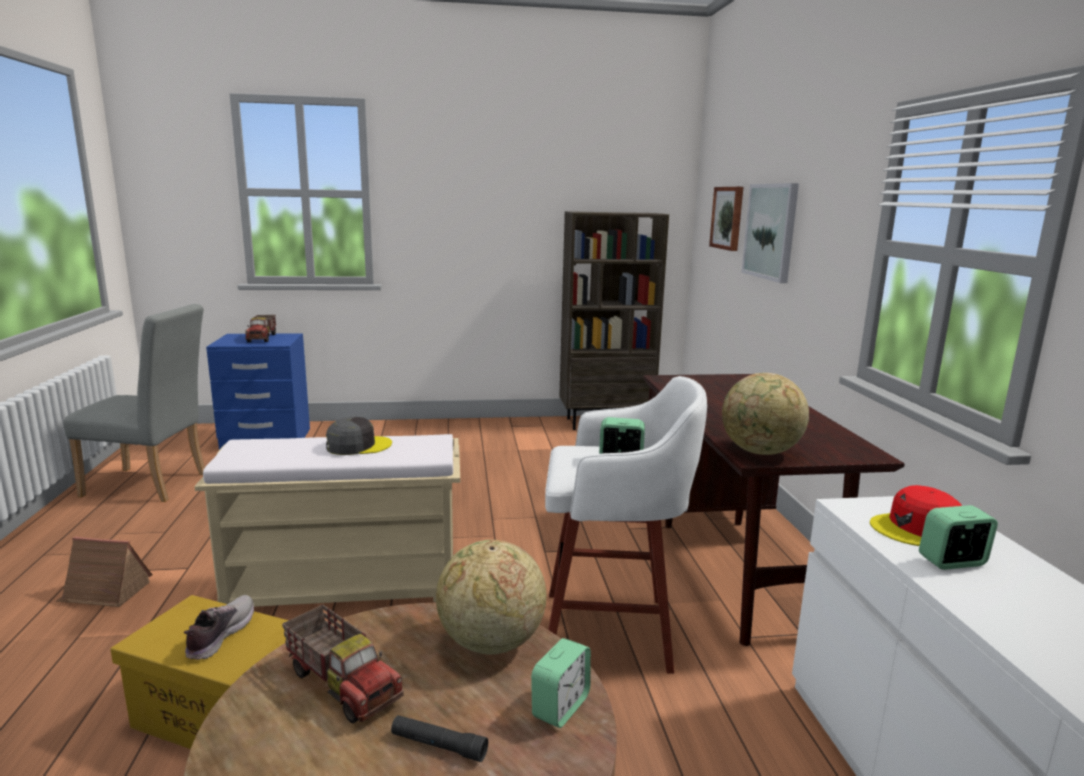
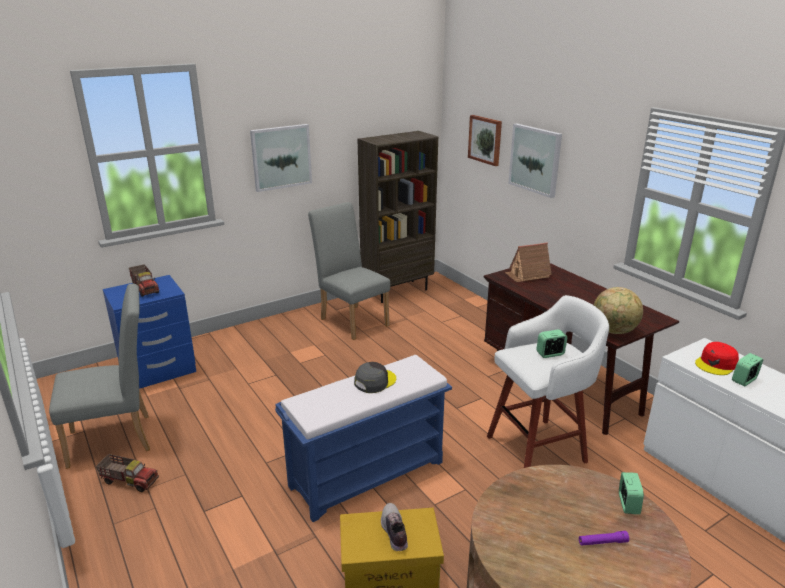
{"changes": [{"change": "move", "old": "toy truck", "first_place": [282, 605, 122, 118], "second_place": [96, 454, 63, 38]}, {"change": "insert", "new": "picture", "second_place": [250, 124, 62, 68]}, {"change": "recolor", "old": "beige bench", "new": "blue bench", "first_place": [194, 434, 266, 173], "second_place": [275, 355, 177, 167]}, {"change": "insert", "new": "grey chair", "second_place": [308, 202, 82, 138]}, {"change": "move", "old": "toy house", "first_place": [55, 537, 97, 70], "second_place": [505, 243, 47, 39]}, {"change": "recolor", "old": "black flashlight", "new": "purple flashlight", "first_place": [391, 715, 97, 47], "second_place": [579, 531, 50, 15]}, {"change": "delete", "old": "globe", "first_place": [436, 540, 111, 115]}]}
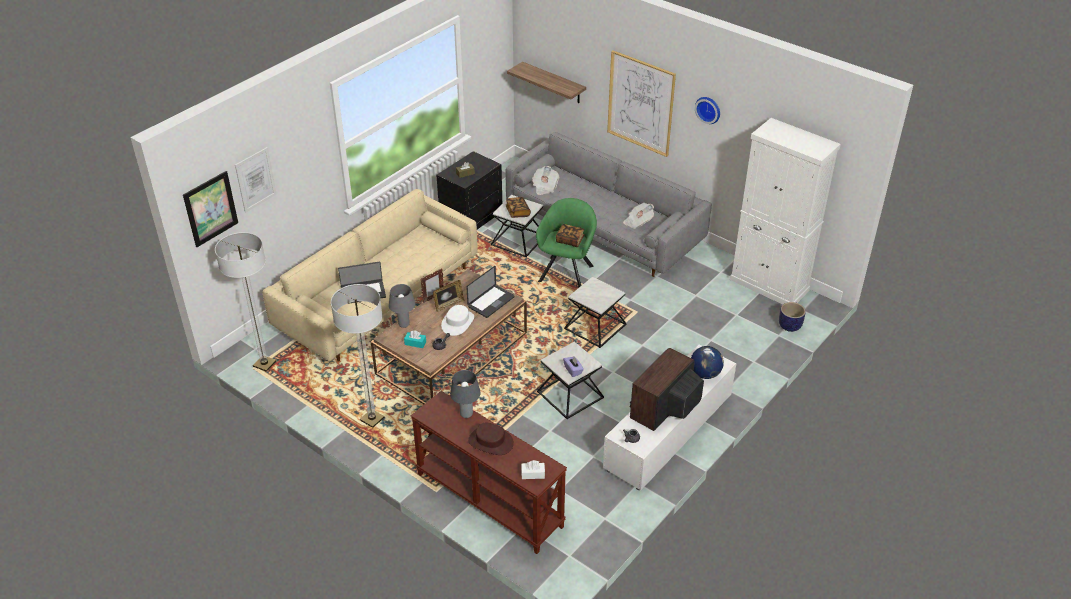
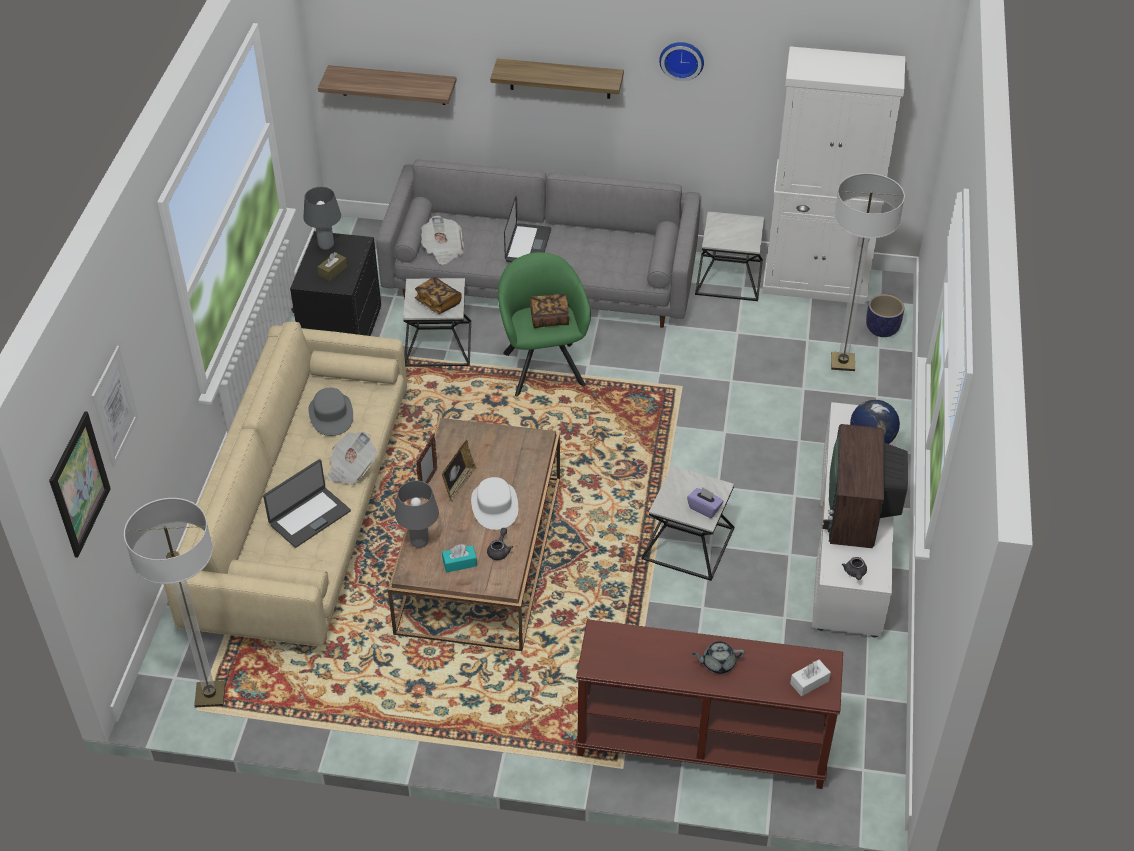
{"changes": [{"change": "move", "old": "grey table lamp", "first_place": [450, 370, 31, 48], "second_place": [303, 187, 38, 63]}, {"change": "insert", "new": "grey hat", "second_place": [308, 388, 45, 48]}, {"change": "move", "old": "newspaper", "first_place": [623, 203, 31, 26], "second_place": [327, 432, 50, 53]}, {"change": "replace", "old": "picture", "new": "shelf", "first_place": [607, 51, 69, 106], "second_place": [490, 59, 134, 40]}, {"change": "move", "old": "laptop", "first_place": [466, 266, 49, 52], "second_place": [504, 196, 47, 66]}, {"change": "replace", "old": "brown hat", "new": "grey teapot", "first_place": [468, 423, 46, 32], "second_place": [692, 641, 53, 33]}, {"change": "move", "old": "side table", "first_place": [564, 277, 63, 71], "second_place": [695, 211, 69, 90]}, {"change": "move", "old": "floor lamp", "first_place": [331, 284, 54, 144], "second_place": [831, 173, 74, 198]}]}
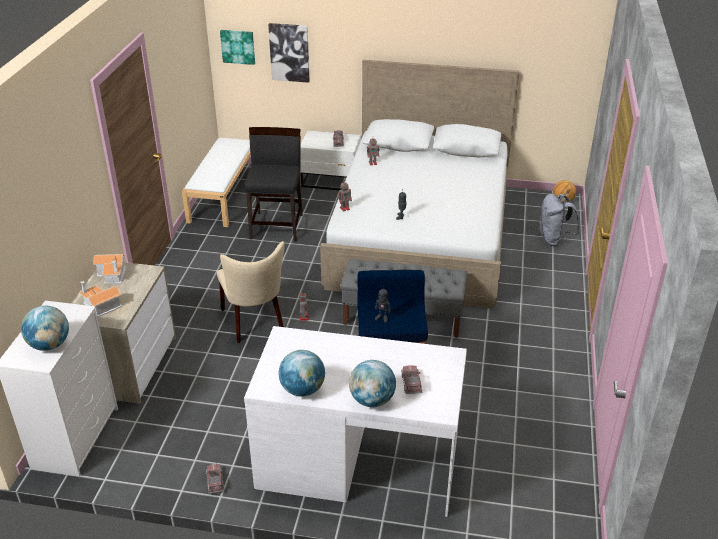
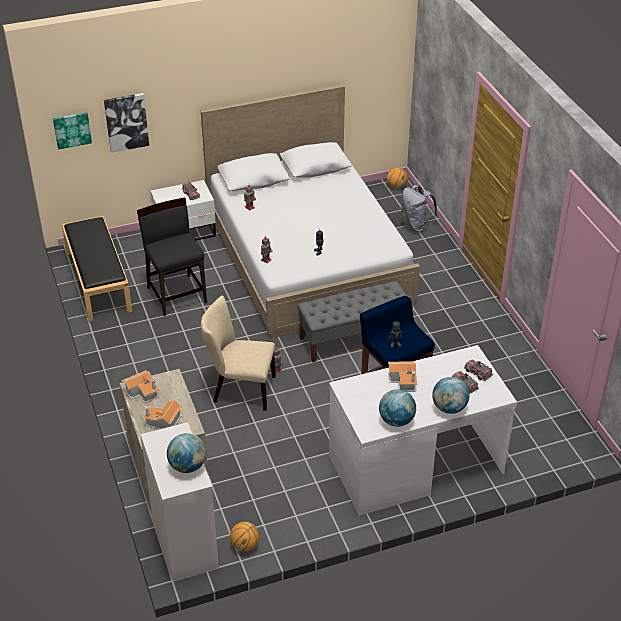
{"changes": [{"change": "recolor", "old": "white bench", "new": "black bench", "first_place": [182, 138, 69, 89], "second_place": [62, 216, 70, 105]}, {"change": "rotate", "old": "beige chair", "first_place": [217, 241, 68, 102], "second_place": [201, 296, 75, 115], "degrees": 150}, {"change": "insert", "new": "basketball", "second_place": [230, 522, 29, 29]}, {"change": "insert", "new": "toy house", "second_place": [388, 361, 29, 31]}, {"change": "move", "old": "toy truck", "first_place": [206, 464, 18, 30], "second_place": [464, 359, 29, 22]}]}
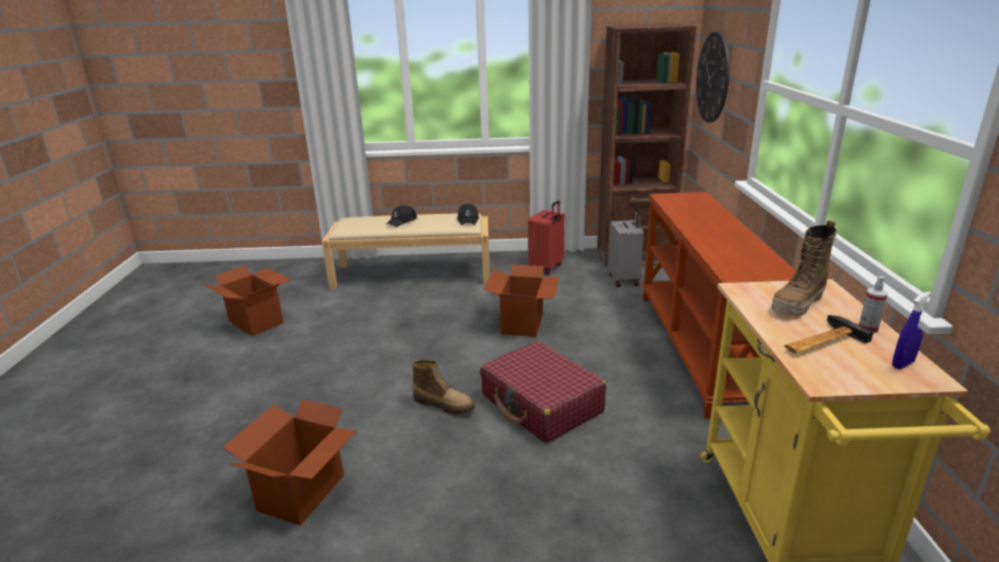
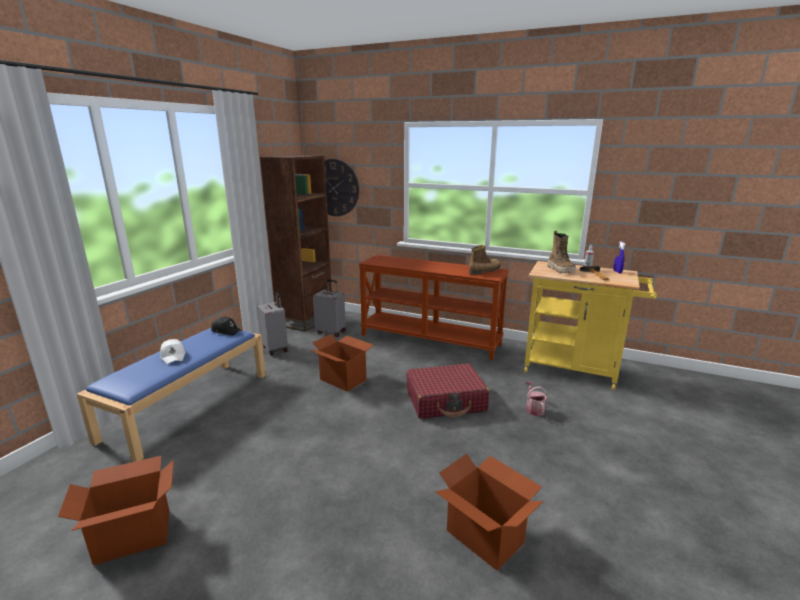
{"changes": [{"change": "recolor", "old": "beige bench", "new": "blue bench", "first_place": [322, 213, 168, 76], "second_place": [77, 328, 189, 134]}, {"change": "recolor", "old": "black cap", "new": "white cap", "first_place": [387, 205, 30, 22], "second_place": [160, 339, 26, 25]}, {"change": "recolor", "old": "red suitcase", "new": "grey suitcase", "first_place": [528, 201, 37, 74], "second_place": [257, 292, 31, 64]}, {"change": "move", "old": "boot", "first_place": [412, 359, 63, 56], "second_place": [469, 245, 32, 30]}, {"change": "insert", "new": "watering can", "second_place": [525, 381, 22, 35]}]}
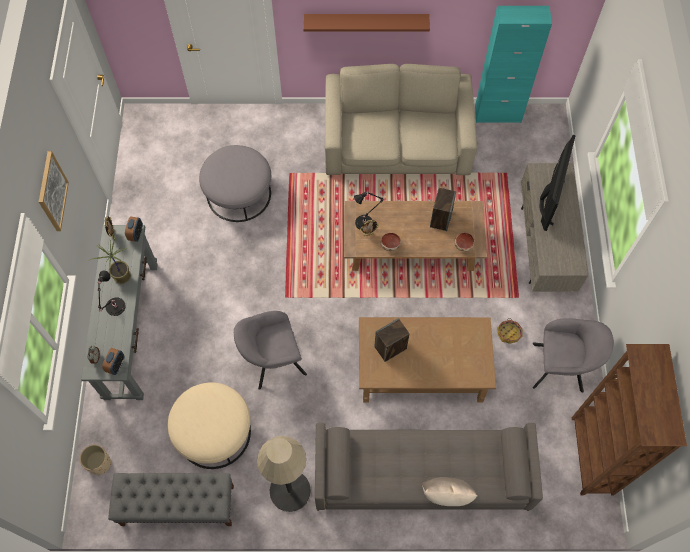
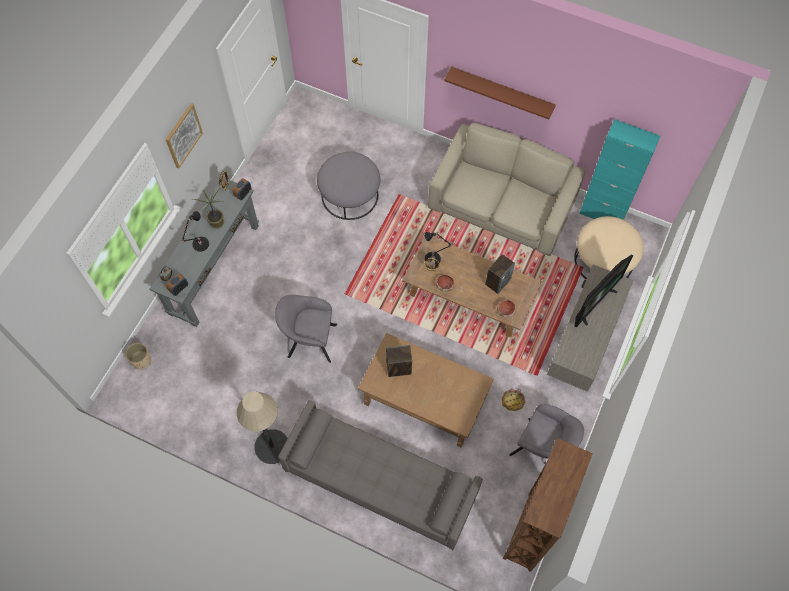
{"changes": [{"change": "move", "old": "beige ottoman", "first_place": [168, 382, 83, 87], "second_place": [574, 216, 70, 64]}, {"change": "delete", "old": "grey bench", "first_place": [108, 473, 126, 53]}, {"change": "delete", "old": "beige pillow", "first_place": [422, 477, 55, 29]}]}
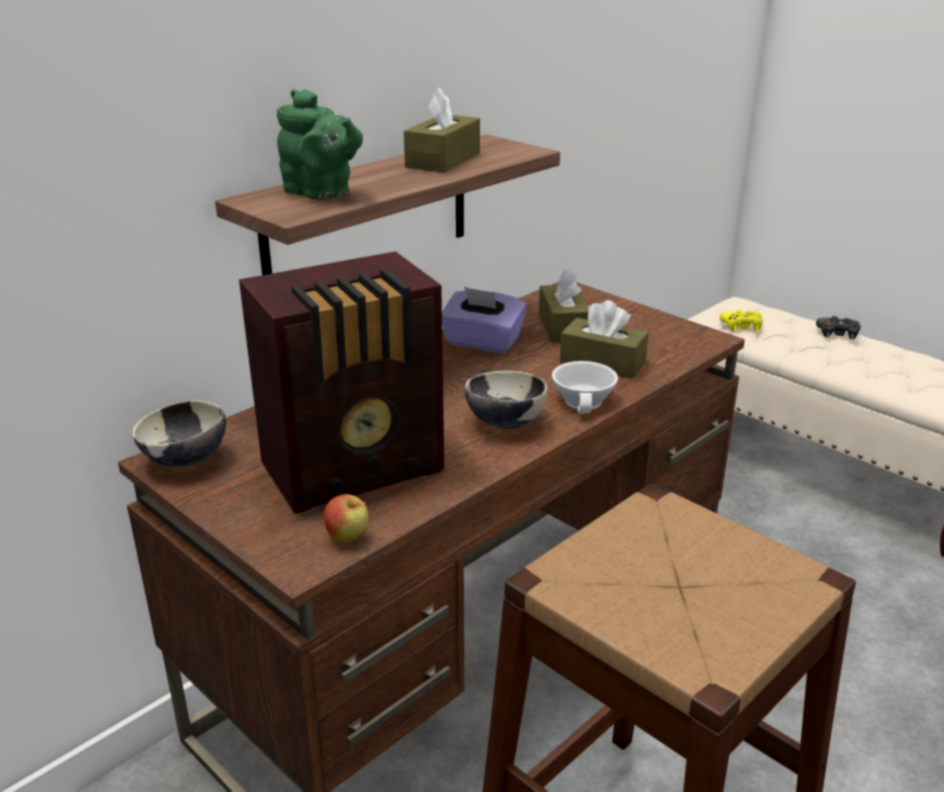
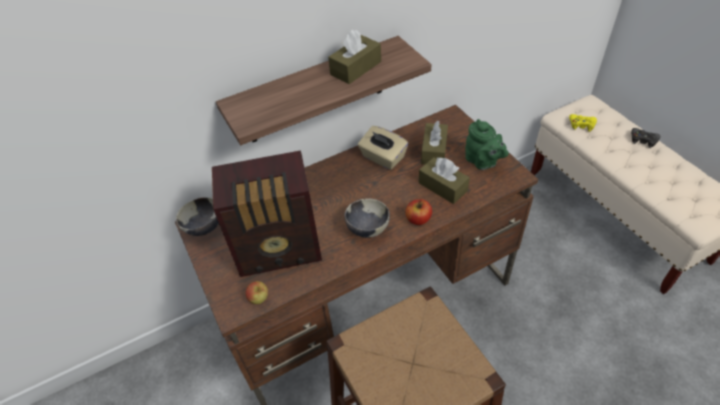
{"changes": [{"change": "recolor", "old": "purple tissue box", "new": "beige tissue box", "first_place": [442, 287, 85, 66], "second_place": [358, 126, 50, 44]}, {"change": "replace", "old": "white cup", "new": "apple", "first_place": [552, 361, 66, 53], "second_place": [405, 199, 27, 26]}, {"change": "move", "old": "green teapot", "first_place": [277, 89, 86, 111], "second_place": [465, 119, 44, 51]}]}
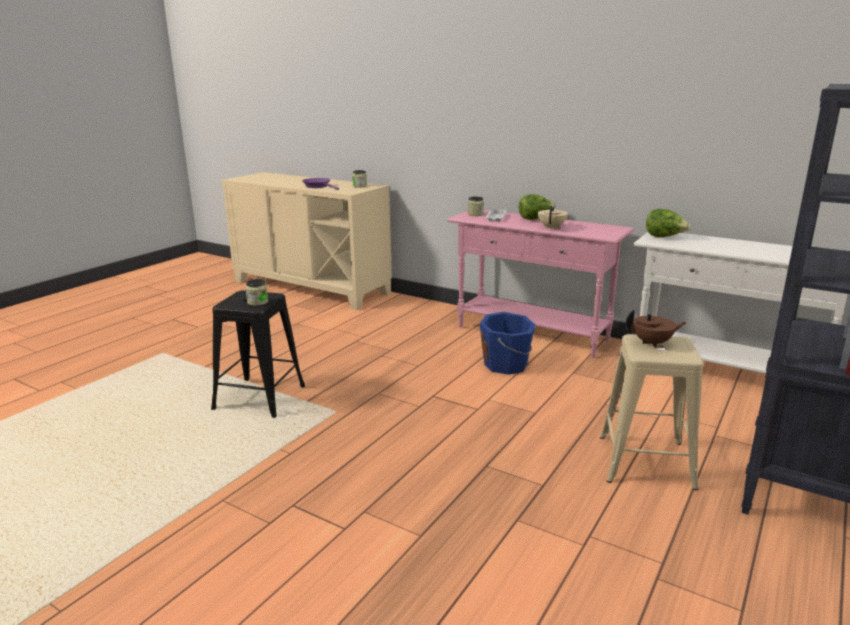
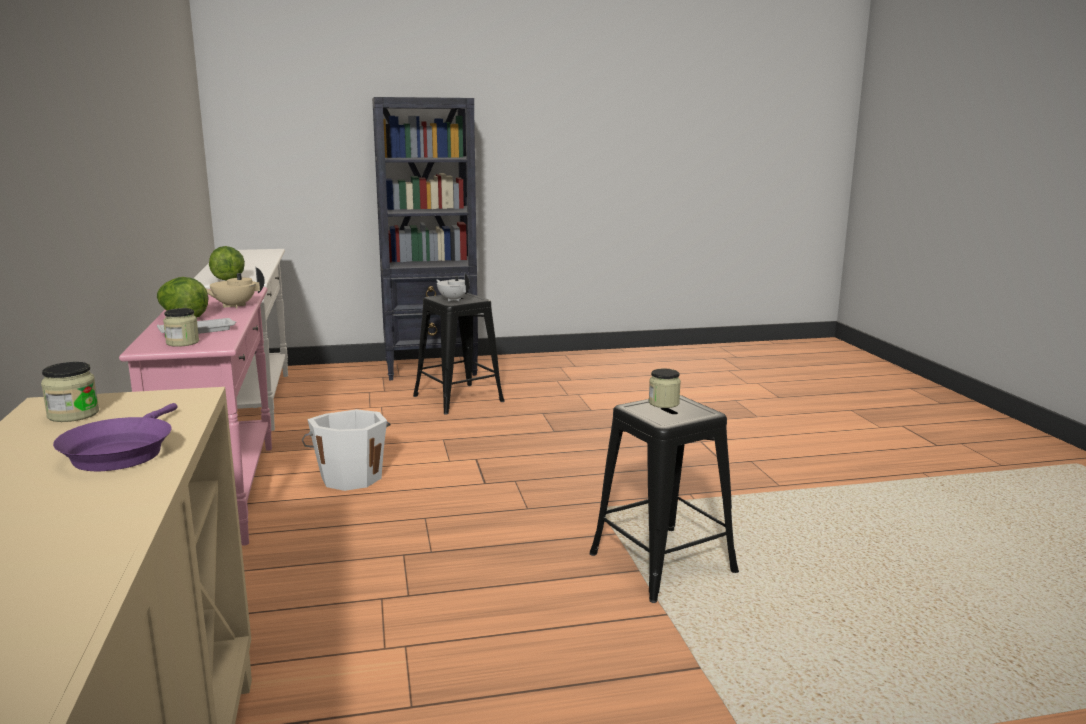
{"changes": [{"change": "recolor", "old": "blue bucket", "new": "white bucket", "first_place": [480, 312, 56, 63], "second_place": [302, 409, 89, 82]}, {"change": "recolor", "old": "beige stool", "new": "black stool", "first_place": [600, 334, 103, 156], "second_place": [413, 293, 92, 122]}, {"change": "recolor", "old": "brown teapot", "new": "white teapot", "first_place": [626, 310, 61, 38], "second_place": [437, 273, 33, 28]}]}
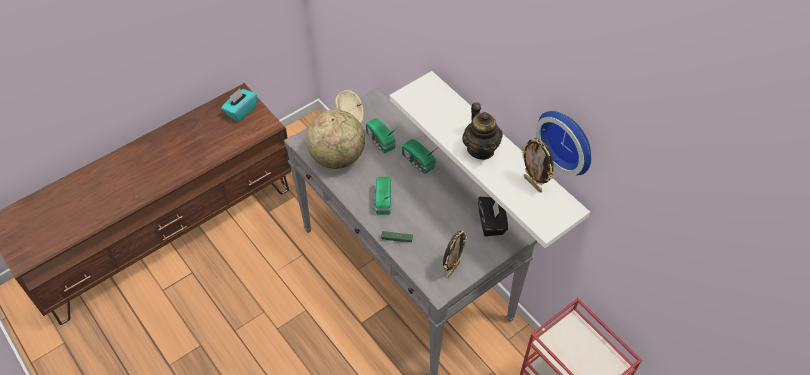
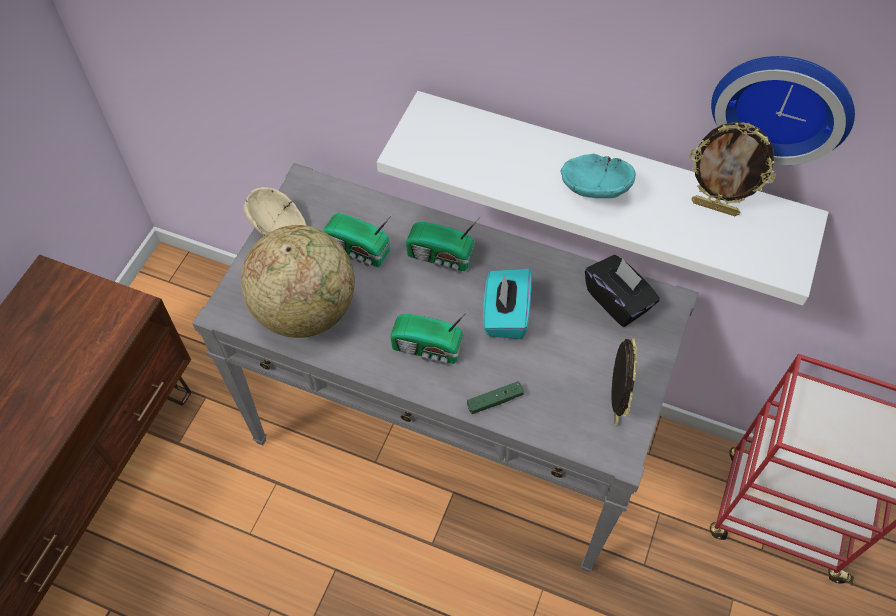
{"changes": [{"change": "rotate", "old": "radio", "first_place": [373, 177, 18, 37], "second_place": [390, 309, 79, 56], "degrees": -45}, {"change": "move", "old": "turquoise tissue box", "first_place": [221, 89, 36, 33], "second_place": [483, 269, 49, 70]}, {"change": "replace", "old": "teapot", "new": "turquoise bowl", "first_place": [462, 102, 41, 58], "second_place": [561, 154, 75, 44]}]}
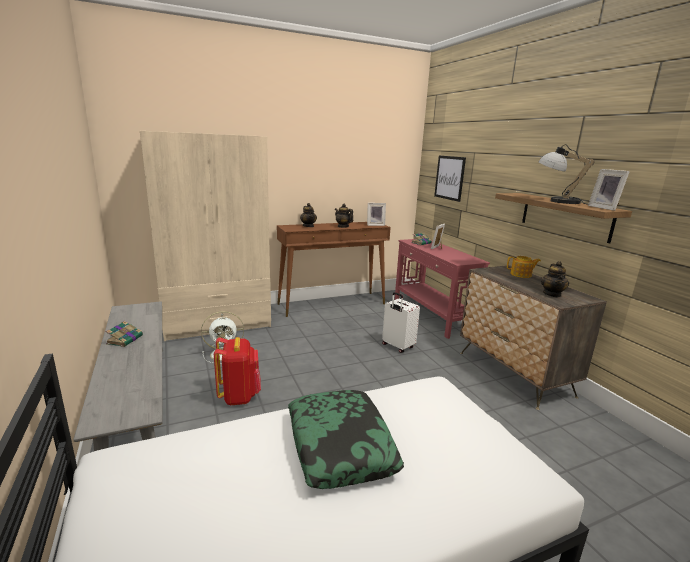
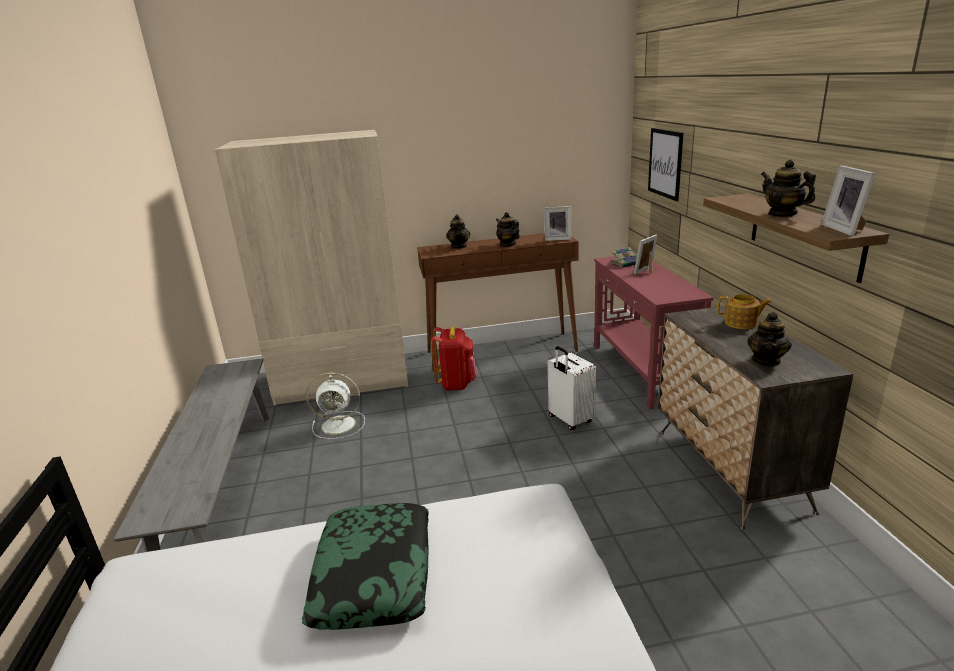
{"changes": [{"change": "move", "old": "red backpack", "first_place": [214, 337, 47, 68], "second_place": [431, 326, 45, 65]}, {"change": "replace", "old": "table lamp", "new": "teapot", "first_place": [538, 144, 57, 61], "second_place": [761, 160, 55, 57]}, {"change": "delete", "old": "book", "first_place": [106, 321, 37, 26]}]}
